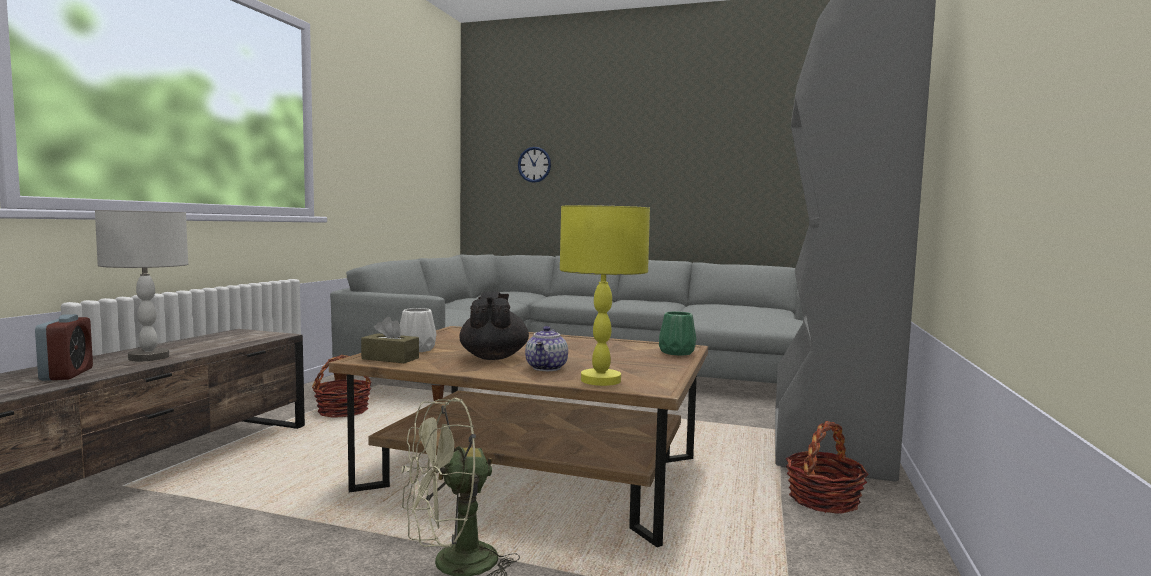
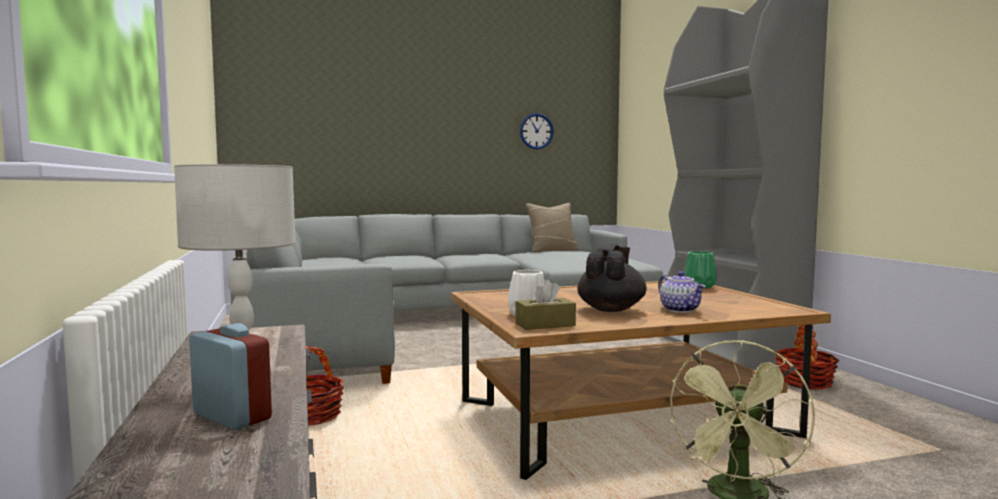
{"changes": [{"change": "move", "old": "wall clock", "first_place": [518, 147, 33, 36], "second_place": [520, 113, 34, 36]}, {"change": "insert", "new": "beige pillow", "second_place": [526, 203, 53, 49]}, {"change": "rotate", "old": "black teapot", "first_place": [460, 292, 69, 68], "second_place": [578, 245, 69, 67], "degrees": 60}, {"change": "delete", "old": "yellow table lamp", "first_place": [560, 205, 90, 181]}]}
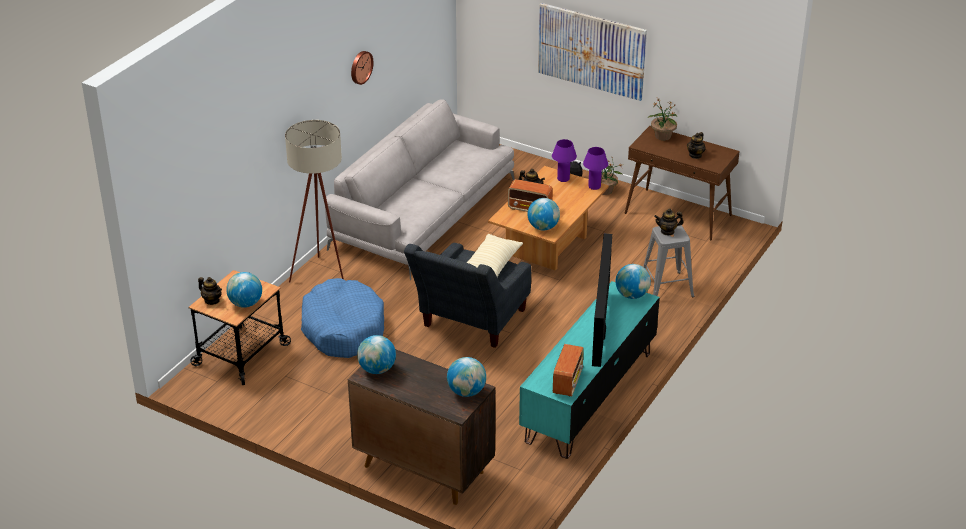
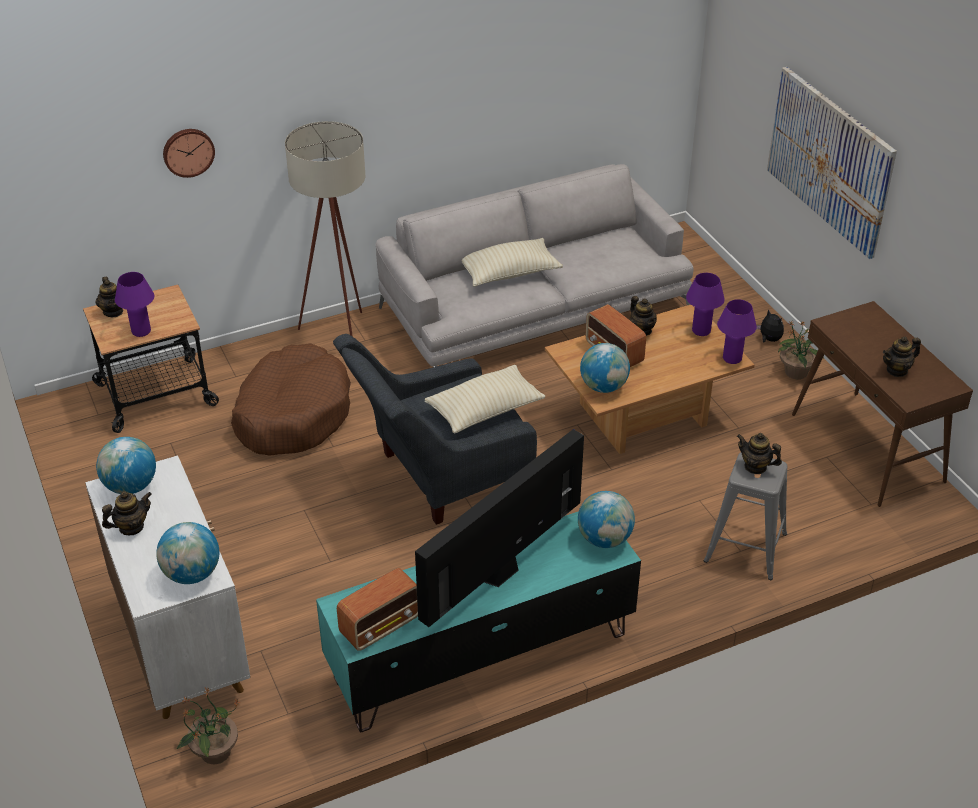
{"changes": [{"change": "recolor", "old": "brown cabinet", "new": "white cabinet", "first_place": [348, 349, 147, 156], "second_place": [85, 455, 166, 264]}, {"change": "insert", "new": "teapot", "second_place": [102, 491, 50, 44]}, {"change": "replace", "old": "globe", "new": "purple table lamp", "first_place": [226, 272, 36, 36], "second_place": [115, 272, 39, 65]}, {"change": "move", "old": "wall clock", "first_place": [351, 51, 22, 34], "second_place": [163, 129, 52, 49]}, {"change": "move", "old": "potted plant", "first_place": [648, 98, 29, 43], "second_place": [177, 687, 63, 77]}, {"change": "recolor", "old": "blue dog bed", "new": "brown dog bed", "first_place": [301, 278, 83, 80], "second_place": [231, 343, 120, 113]}, {"change": "insert", "new": "beige pillow", "second_place": [462, 238, 101, 49]}]}
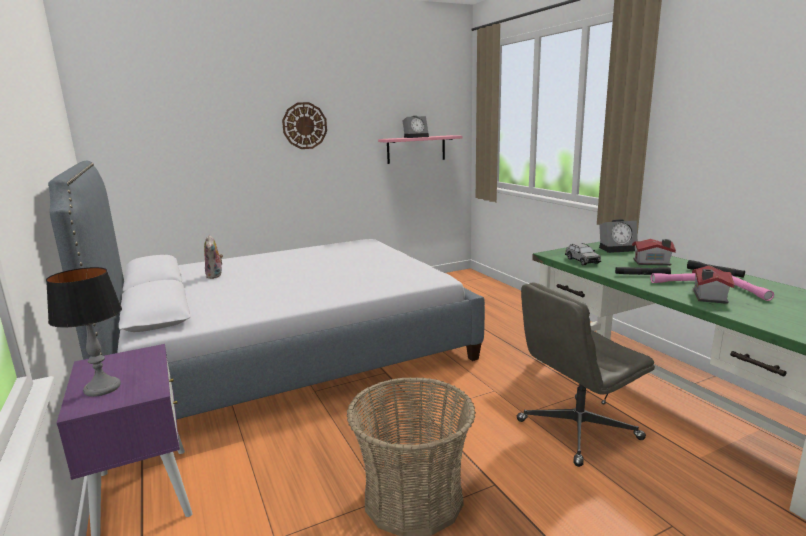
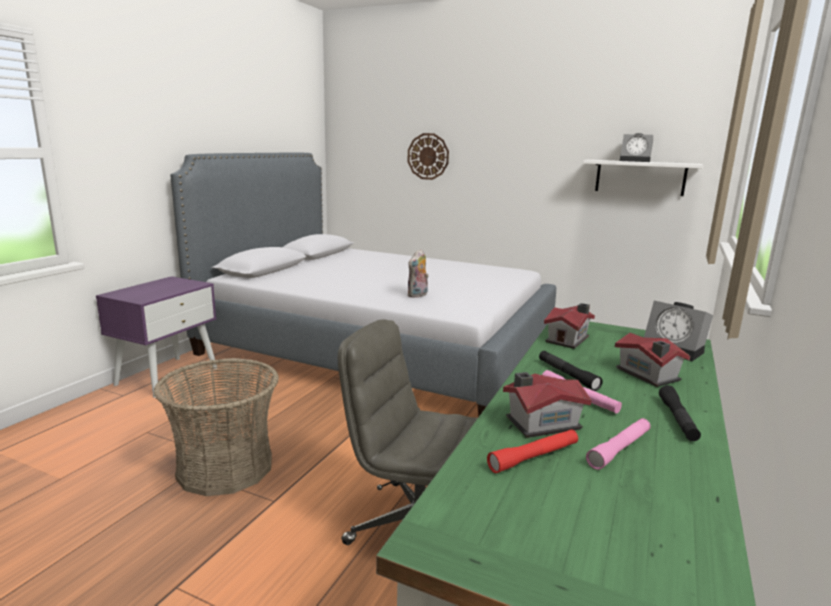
{"changes": [{"change": "move", "old": "wall clock", "first_place": [282, 102, 45, 47], "second_place": [408, 133, 41, 47]}, {"change": "move", "old": "plush toy", "first_place": [204, 235, 19, 44], "second_place": [408, 249, 20, 49]}, {"change": "insert", "new": "red flashlight", "second_place": [487, 429, 91, 44]}, {"change": "replace", "old": "grey toy car", "new": "toy house", "first_place": [565, 243, 36, 22], "second_place": [544, 303, 51, 46]}, {"change": "recolor", "old": "pink shelf", "new": "white shelf", "first_place": [378, 135, 84, 29], "second_place": [583, 160, 120, 36]}, {"change": "delete", "old": "table lamp", "first_place": [46, 267, 76, 130]}]}
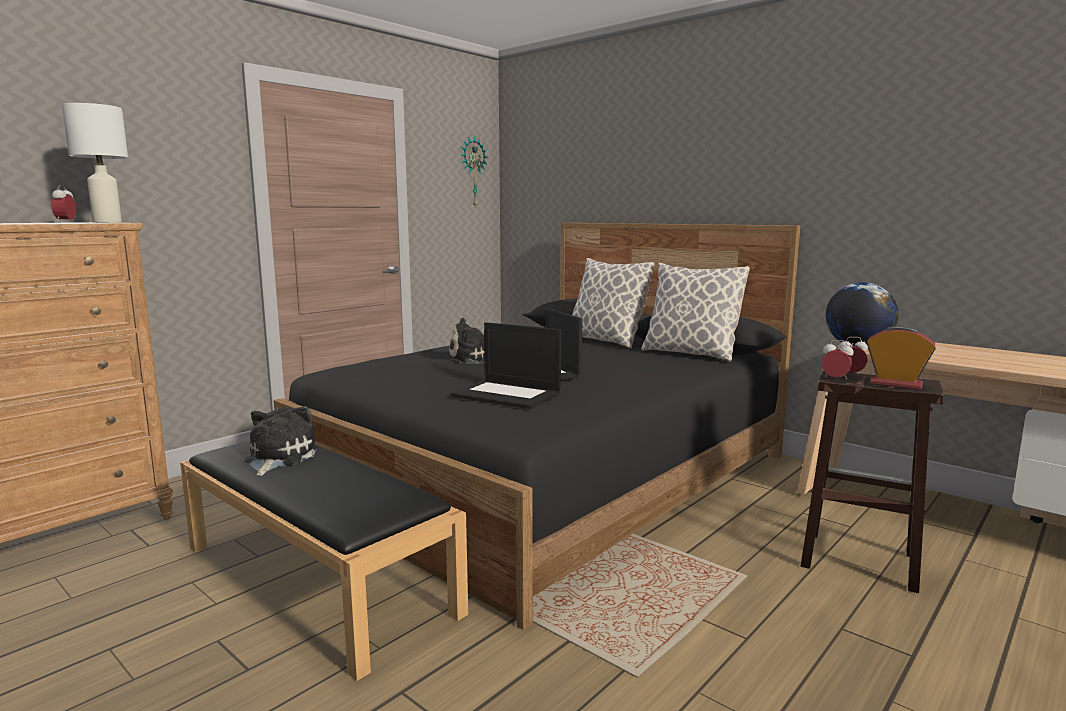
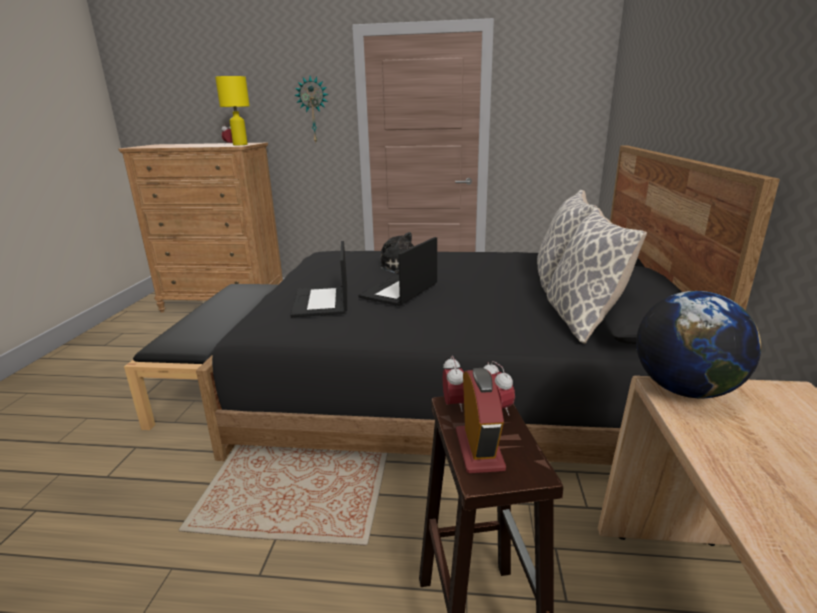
{"changes": [{"change": "recolor", "old": "white table lamp", "new": "yellow table lamp", "first_place": [62, 103, 66, 120], "second_place": [215, 76, 35, 69]}, {"change": "move", "old": "wall clock", "first_place": [461, 135, 27, 73], "second_place": [294, 76, 35, 67]}, {"change": "delete", "old": "plush toy", "first_place": [244, 406, 74, 70]}]}
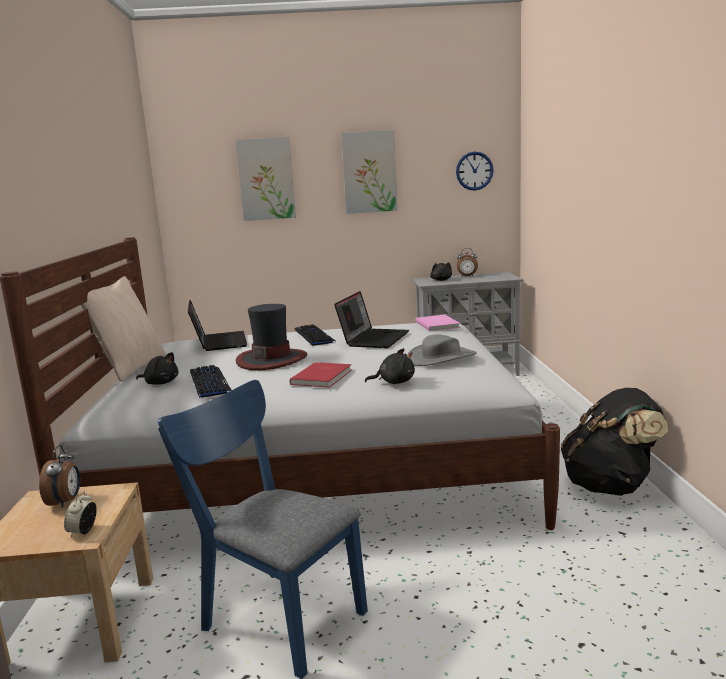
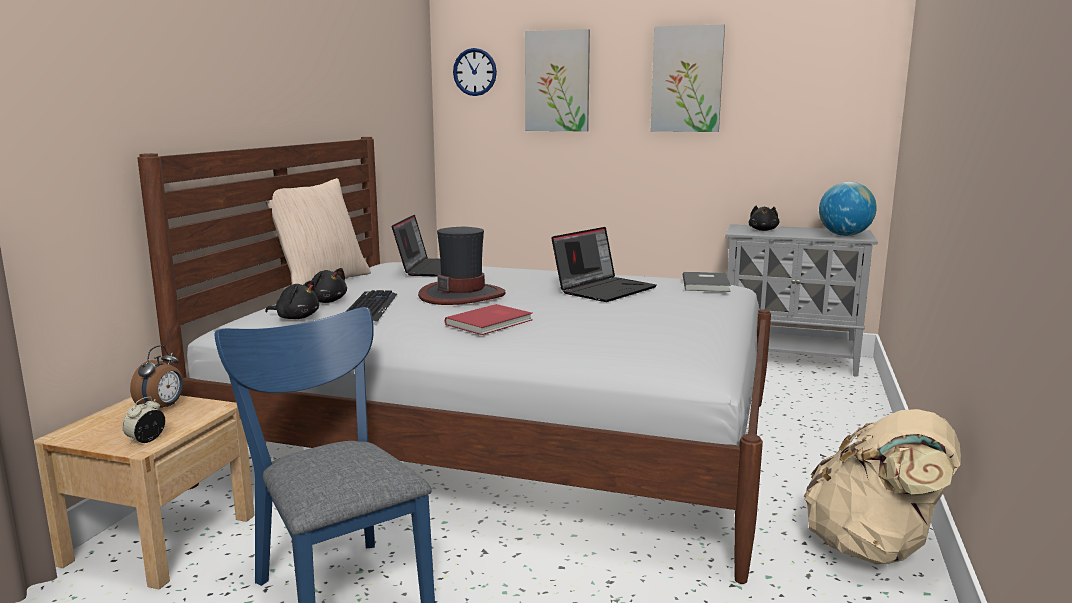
{"changes": [{"change": "move", "old": "black plush toy", "first_place": [365, 348, 50, 36], "second_place": [265, 280, 54, 39]}, {"change": "move", "old": "wall clock", "first_place": [456, 152, 38, 39], "second_place": [453, 48, 44, 48]}, {"change": "recolor", "old": "pink book", "new": "grey book", "first_place": [416, 315, 44, 16], "second_place": [683, 272, 48, 20]}, {"change": "recolor", "old": "black backpack", "new": "beige backpack", "first_place": [561, 388, 107, 108], "second_place": [804, 409, 157, 156]}, {"change": "insert", "new": "globe", "second_place": [819, 182, 58, 54]}, {"change": "delete", "old": "keyboard", "first_place": [295, 324, 42, 22]}, {"change": "delete", "old": "grey hat", "first_place": [407, 334, 70, 32]}, {"change": "delete", "old": "alarm clock", "first_place": [457, 248, 21, 29]}]}
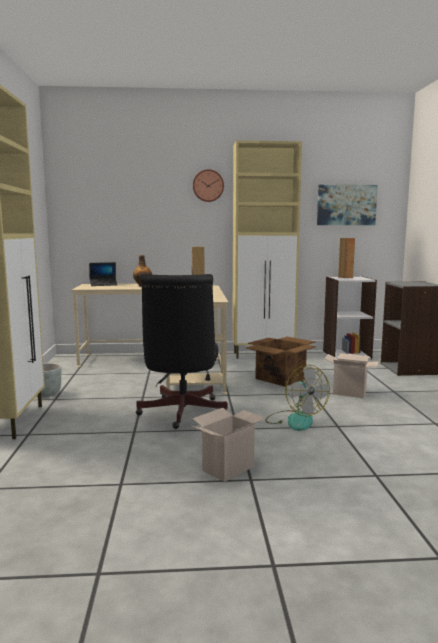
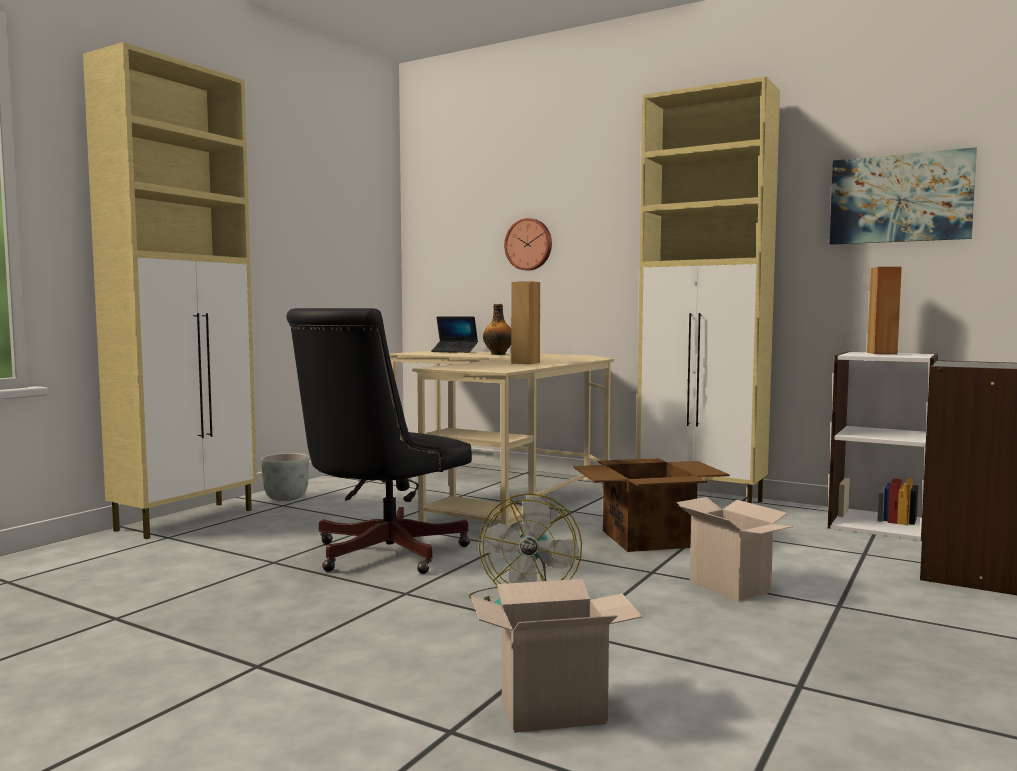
{"changes": [{"change": "move", "old": "cardboard box", "first_place": [192, 408, 72, 74], "second_place": [471, 579, 172, 154]}, {"change": "move", "old": "wall clock", "first_place": [193, 169, 31, 33], "second_place": [504, 218, 48, 53]}]}
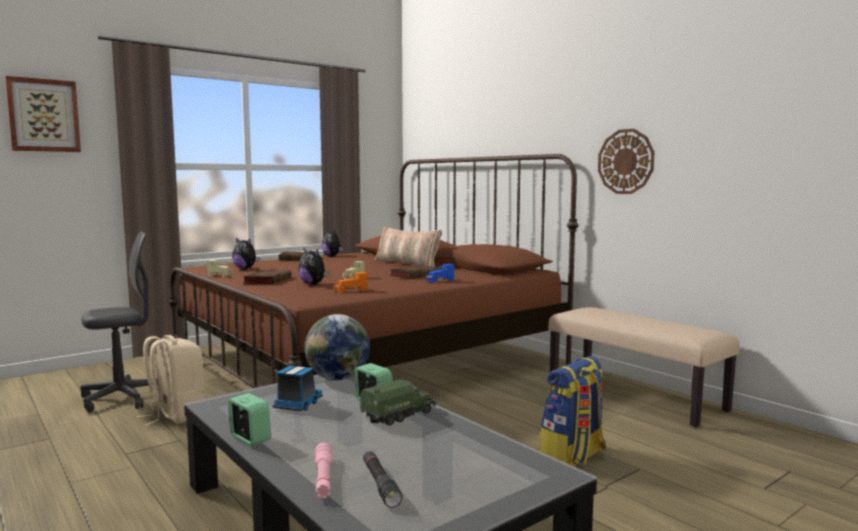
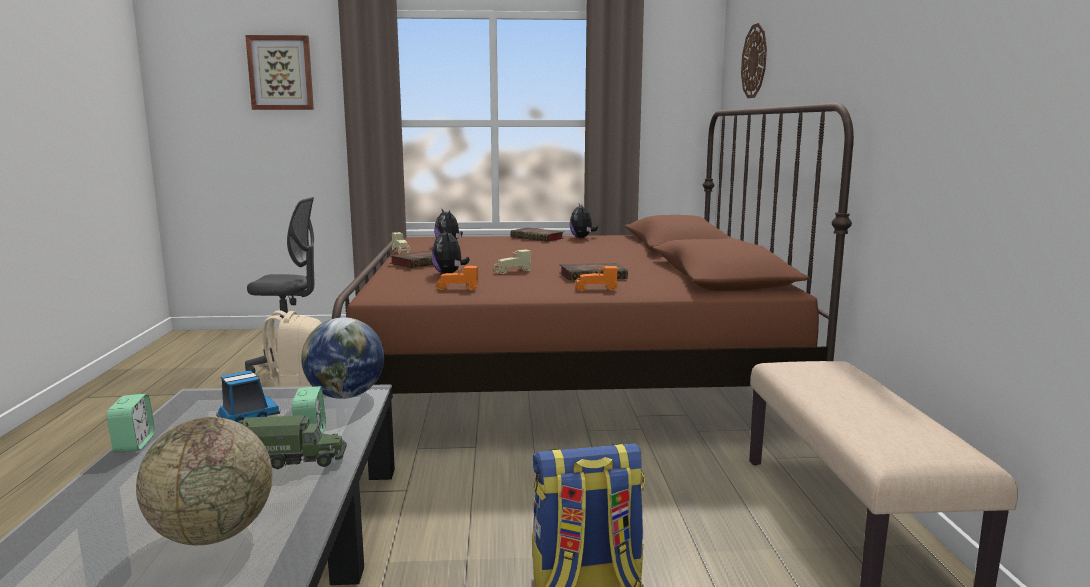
{"changes": [{"change": "insert", "new": "globe", "second_place": [136, 417, 136, 128]}, {"change": "recolor", "old": "blue toy car", "new": "orange toy car", "first_place": [426, 264, 29, 19], "second_place": [575, 266, 42, 25]}, {"change": "move", "old": "wall clock", "first_place": [598, 129, 56, 65], "second_place": [741, 23, 26, 75]}, {"change": "delete", "old": "pink flashlight", "first_place": [315, 443, 17, 56]}, {"change": "delete", "old": "black flashlight", "first_place": [363, 451, 39, 57]}, {"change": "delete", "old": "pillow", "first_place": [374, 226, 68, 41]}]}
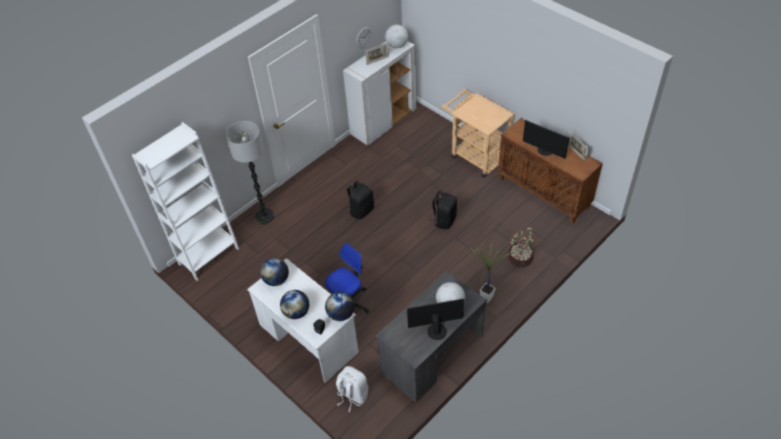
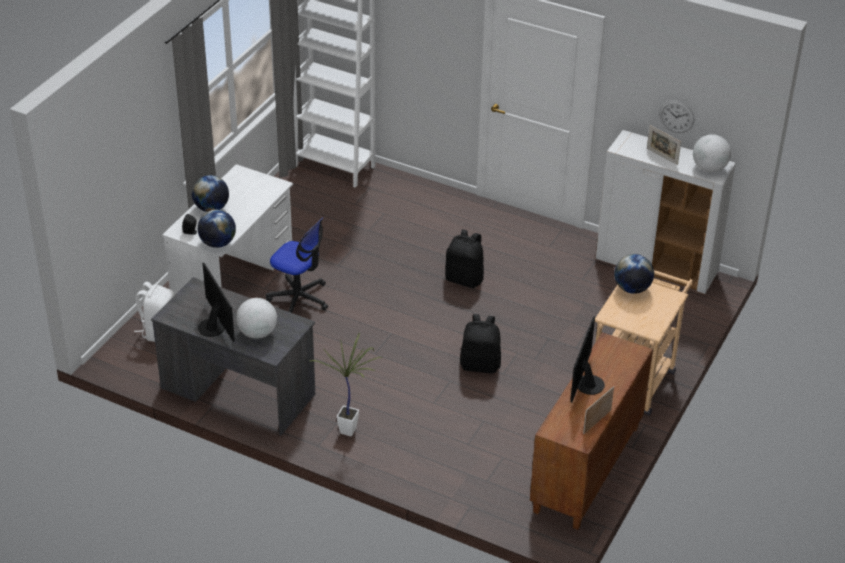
{"changes": [{"change": "move", "old": "globe", "first_place": [260, 258, 29, 28], "second_place": [614, 254, 40, 40]}, {"change": "delete", "old": "floor lamp", "first_place": [226, 121, 48, 103]}, {"change": "delete", "old": "potted plant", "first_place": [508, 226, 27, 41]}]}
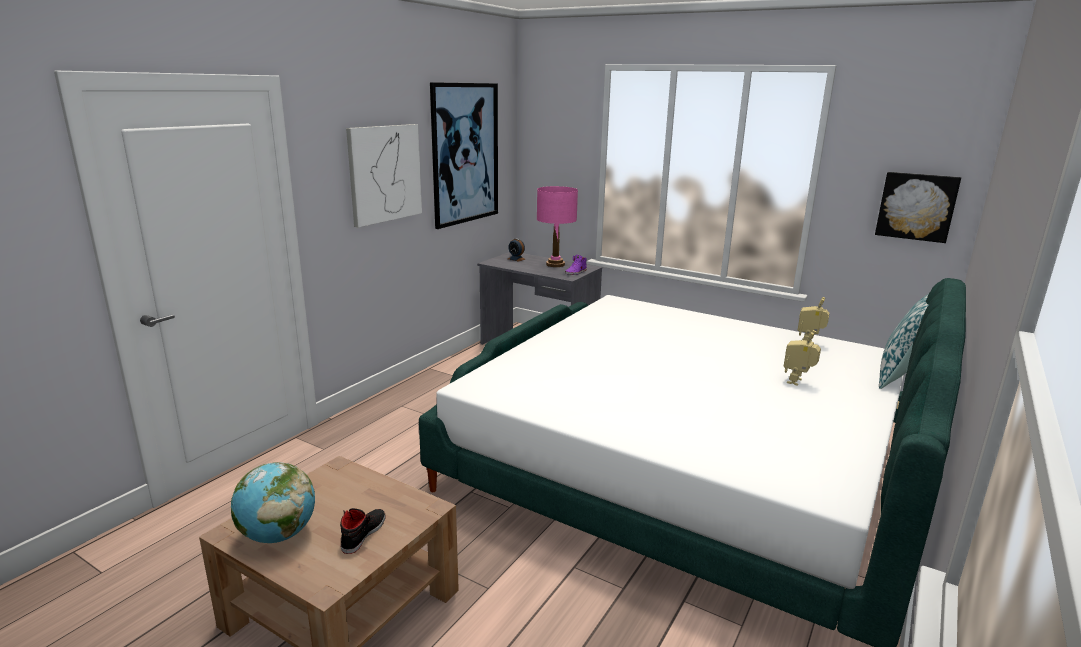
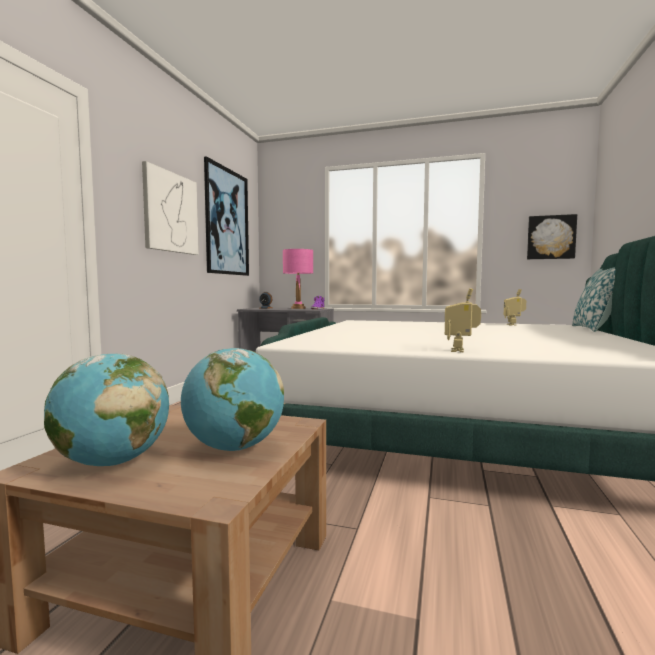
{"changes": [{"change": "replace", "old": "black shoe", "new": "globe", "first_place": [340, 508, 46, 46], "second_place": [181, 348, 103, 103]}, {"change": "move", "old": "toy robot", "first_place": [783, 330, 38, 56], "second_place": [445, 288, 36, 64]}]}
